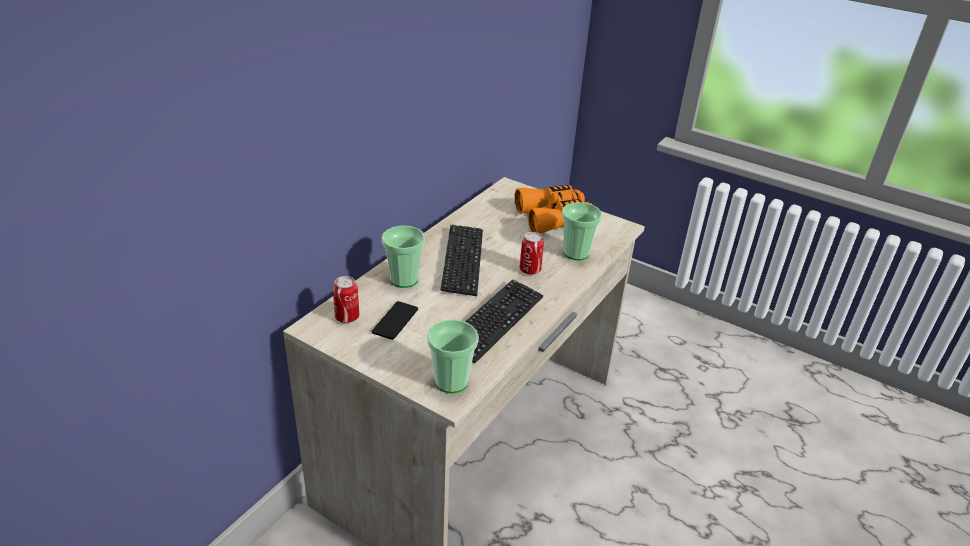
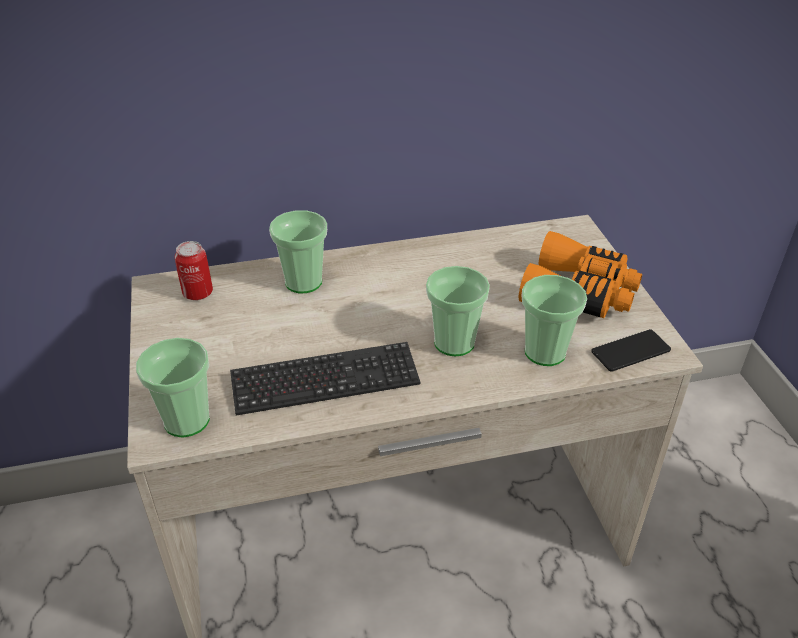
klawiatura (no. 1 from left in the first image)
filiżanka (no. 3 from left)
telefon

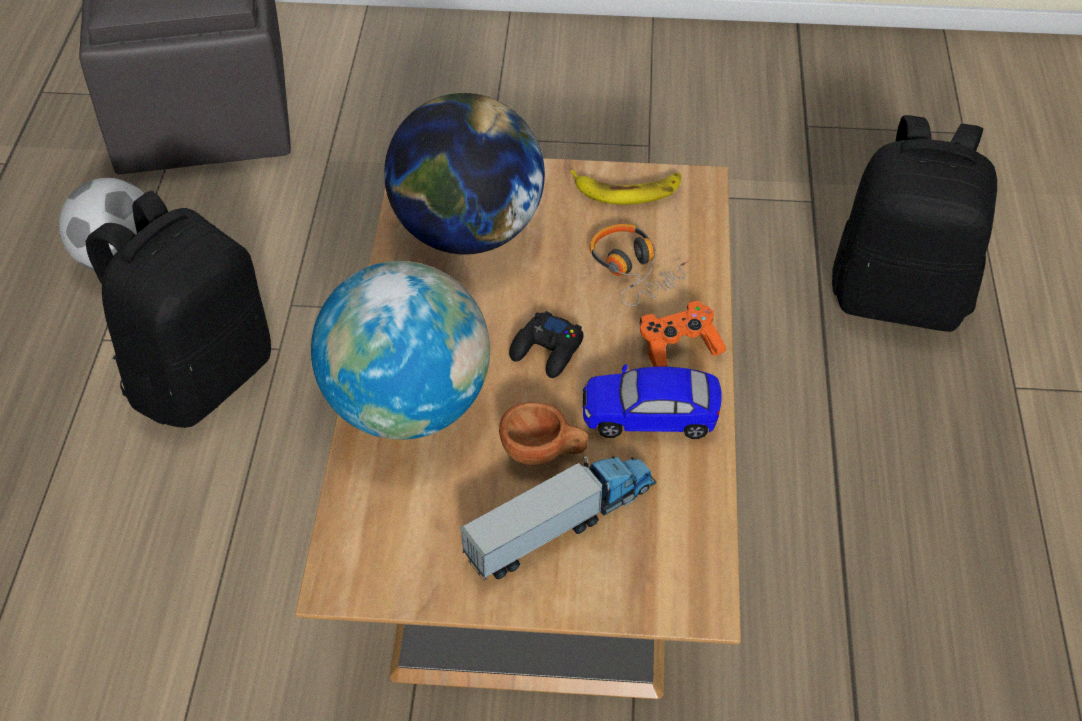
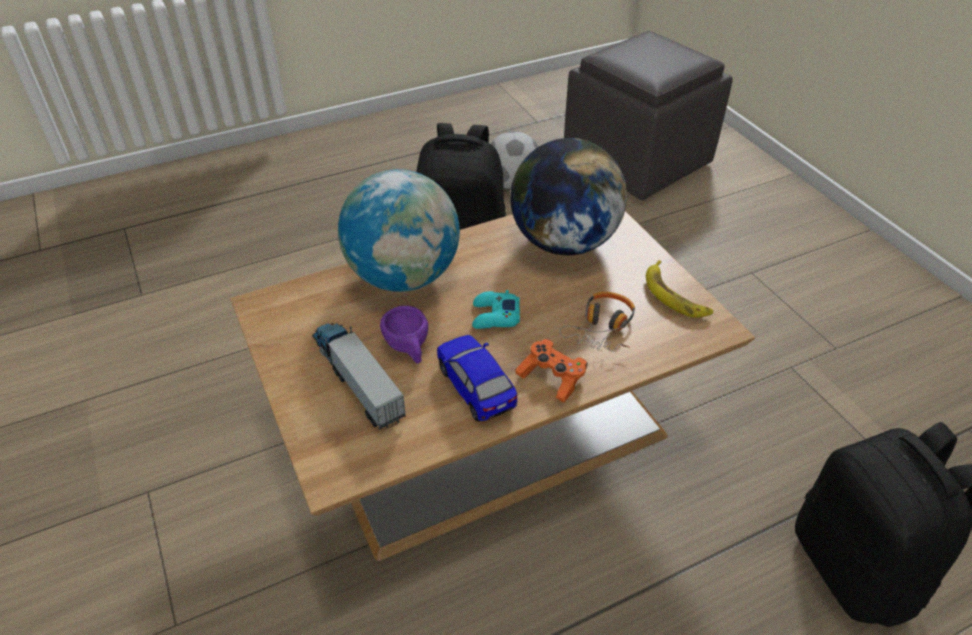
pad do gier/turkusowy
filiżanka/fioletowy
ciężarówka zabawkowa

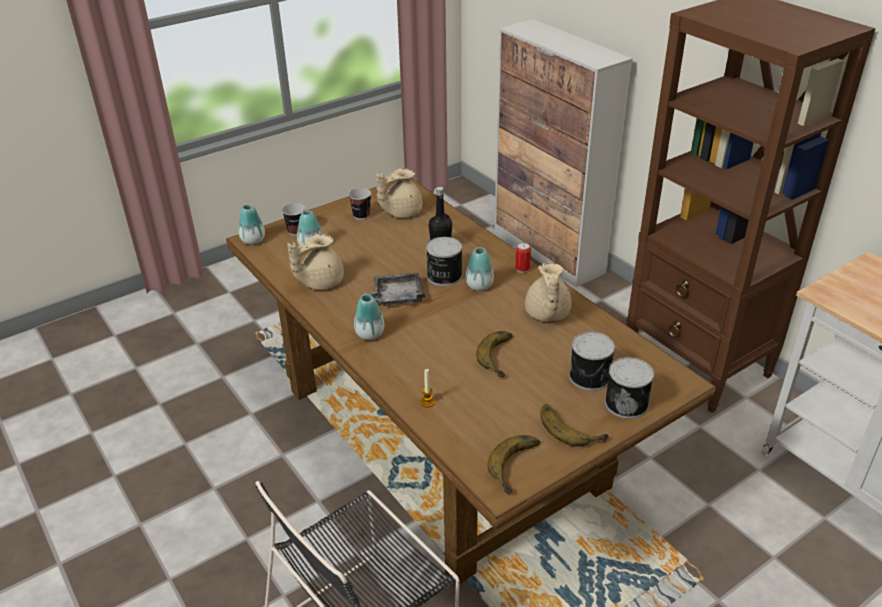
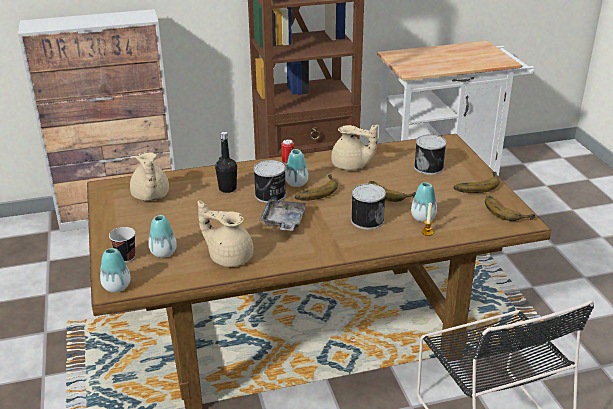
filiżanka (no. 2 from left in the first image)
imbryk/beżowy (no. 2 from left)
wazon (no. 4 from left)
puszka (no. 3 from left)
banan (no. 1 from left)

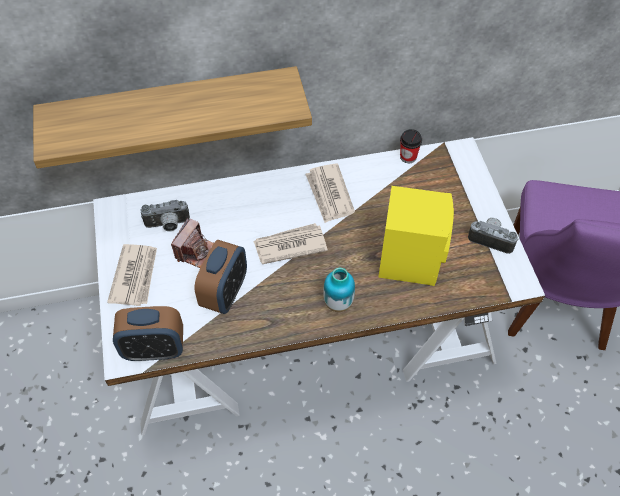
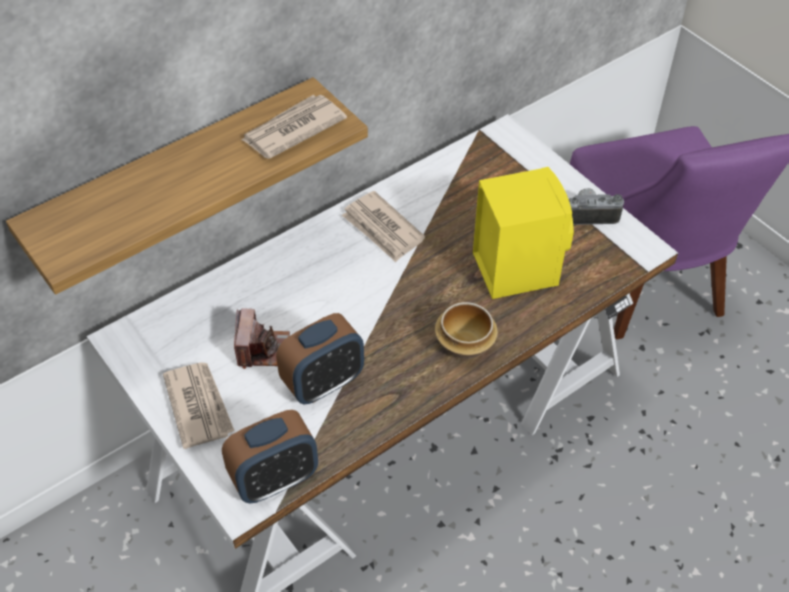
filiżanka
aparat fotograficzny (no. 1 from left in the first image)
gazeta (no. 2 from left)
budzik (no. 2 from left)
miska

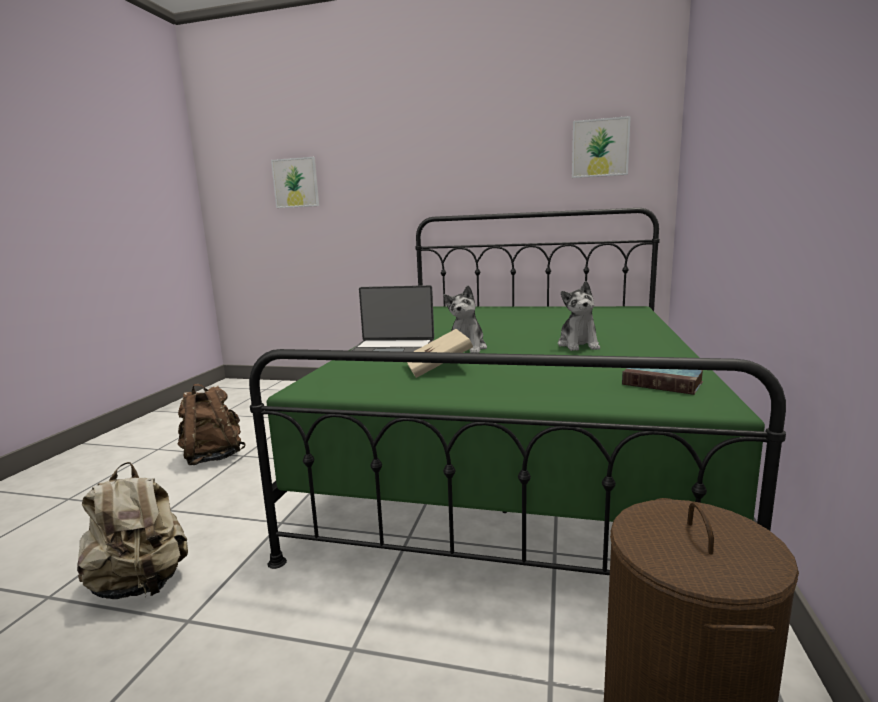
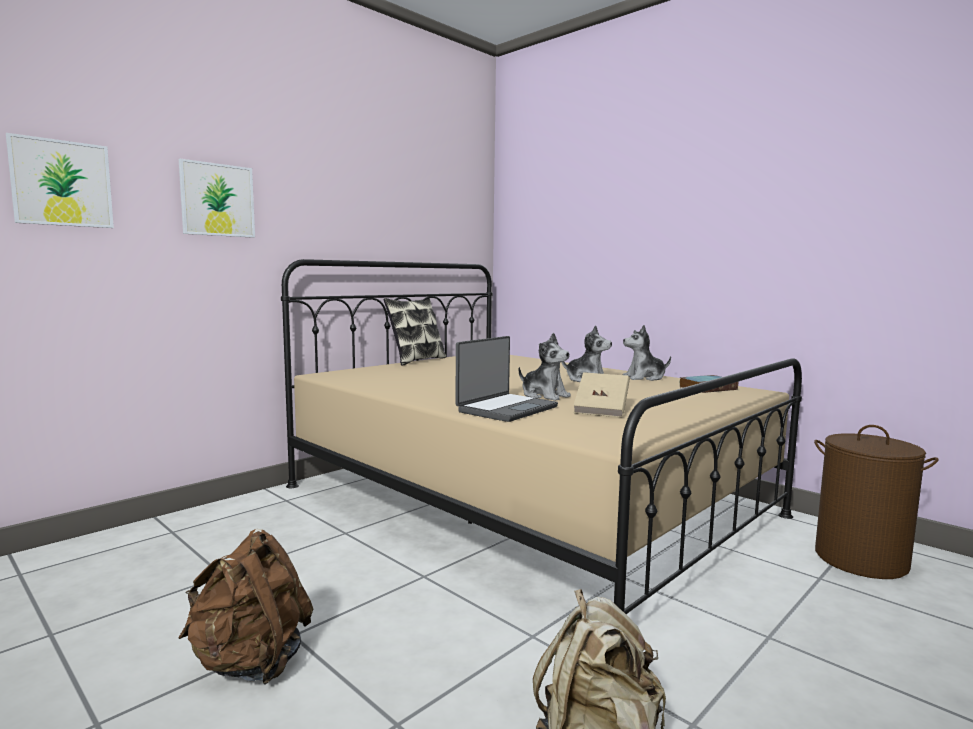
obraz (no. 2 from left)
łóżko/beżowy
poduszka
pluszak (no. 3 from left)

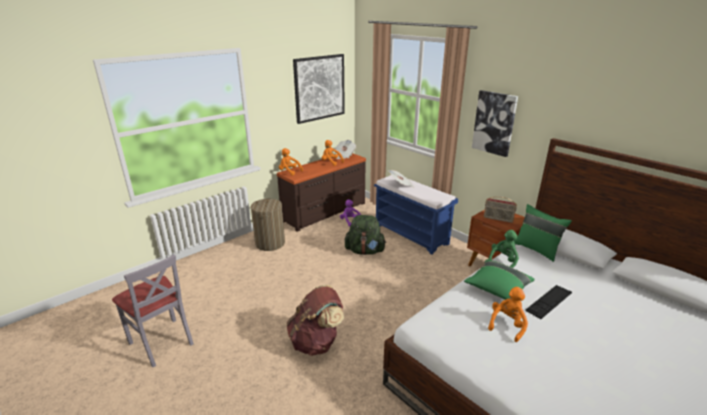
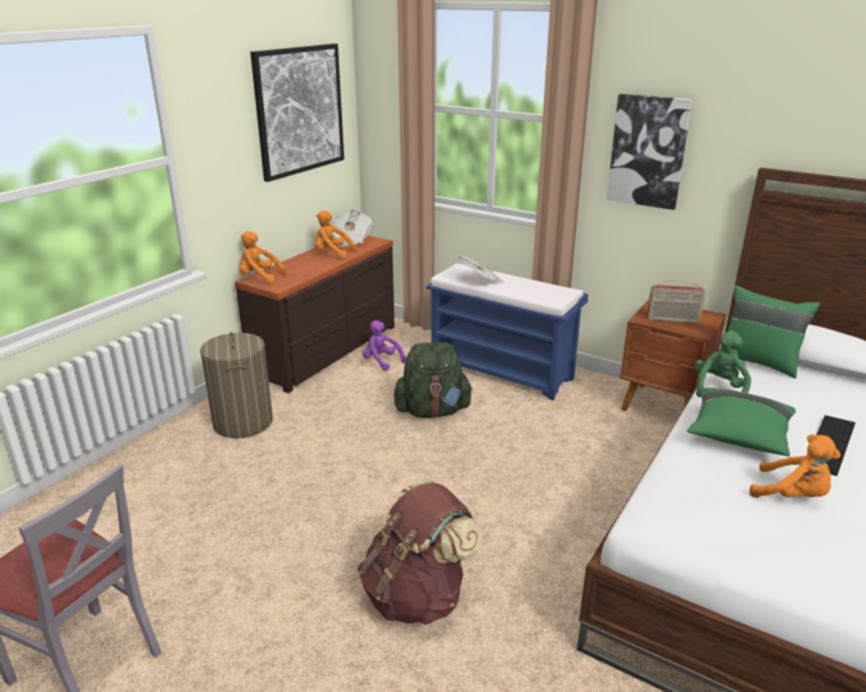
pluszak/pomarańczowy (no. 3 from left)

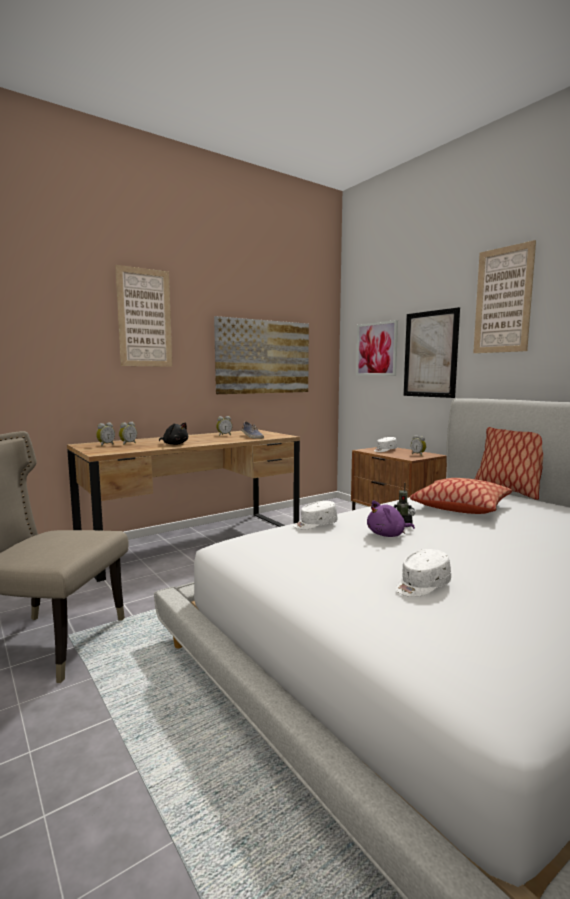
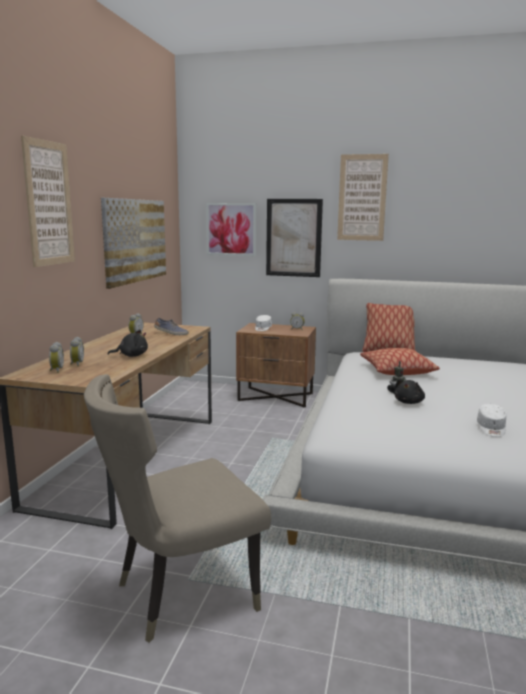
pluszak/czarny (no. 2 from left)
czapka z daszkiem/biały (no. 1 from left in the first image)

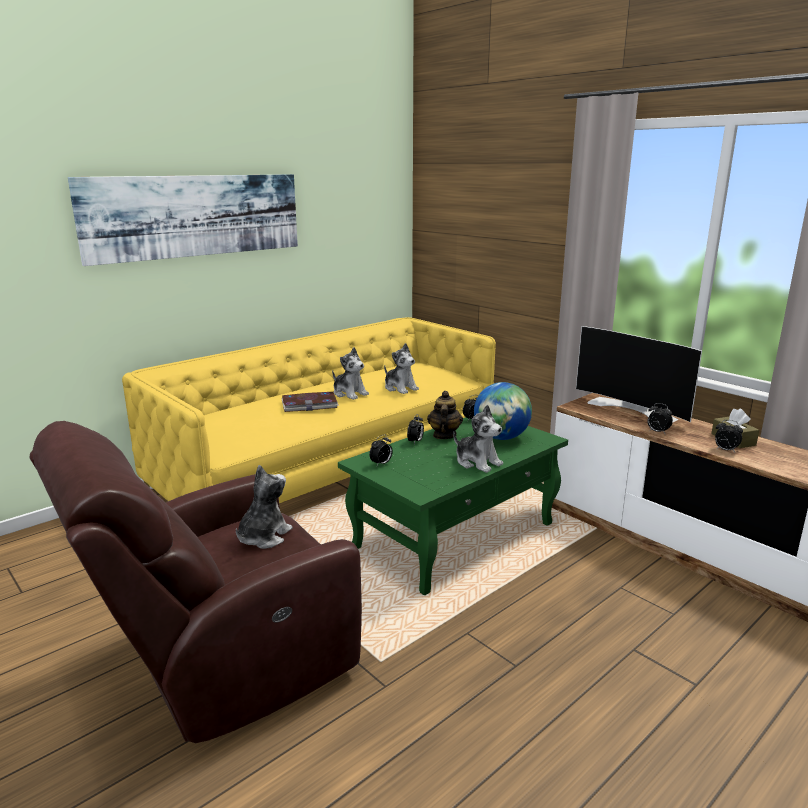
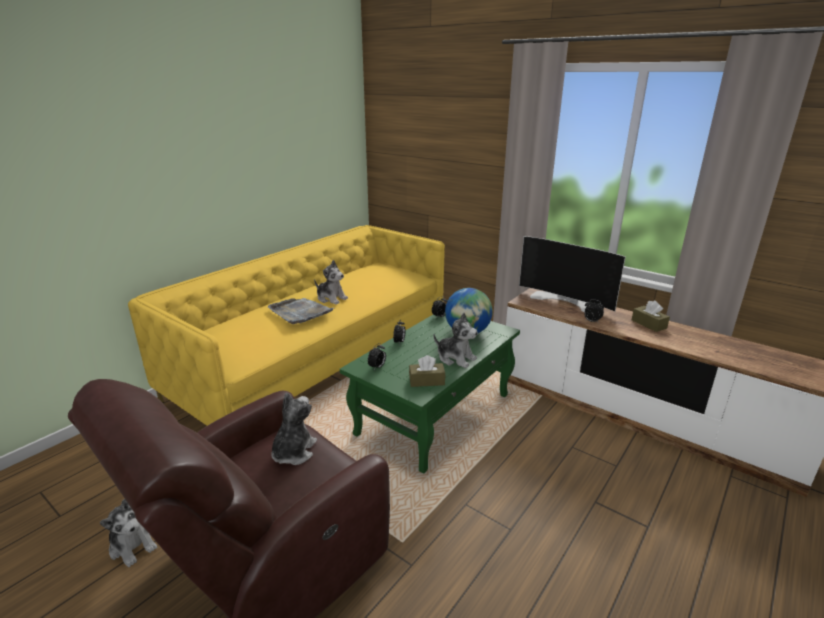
obraz
pluszak (no. 1 from left)
imbryk
taca/szary
budzik (no. 5 from left in the first image)
pudełko chusteczek/brązowy (no. 1 from left)

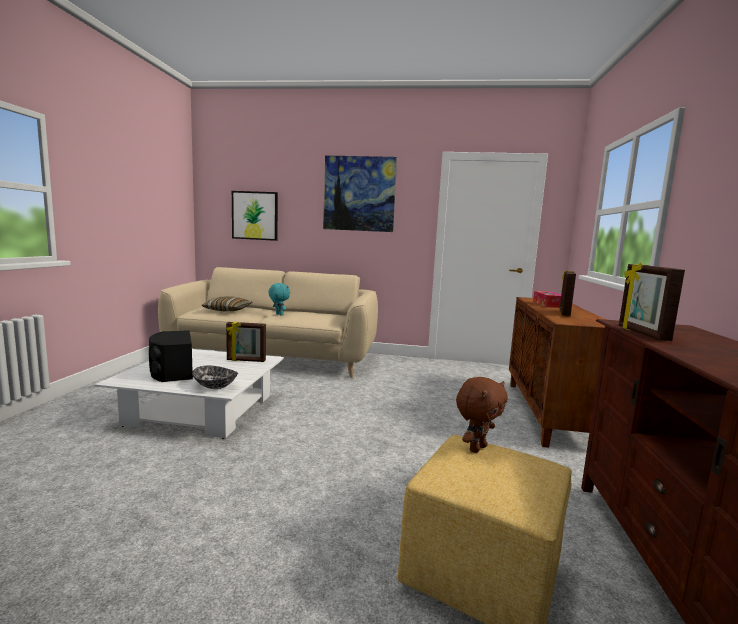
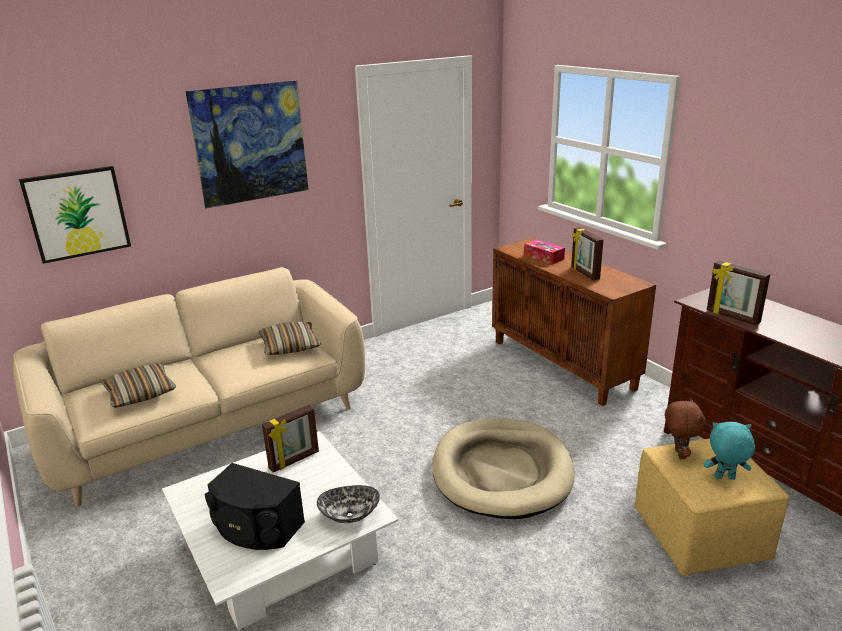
pluszak/turkusowy
poduszka (no. 2 from left)
legowisko/beżowy

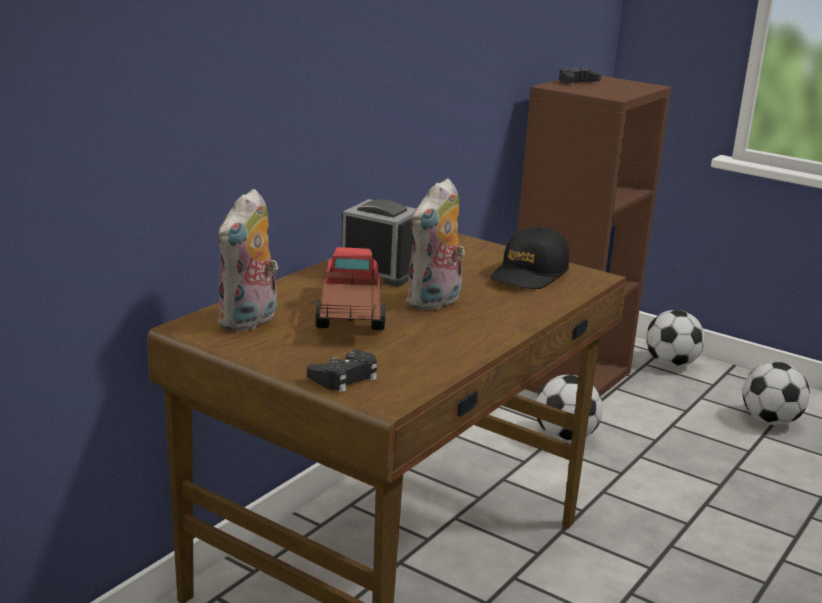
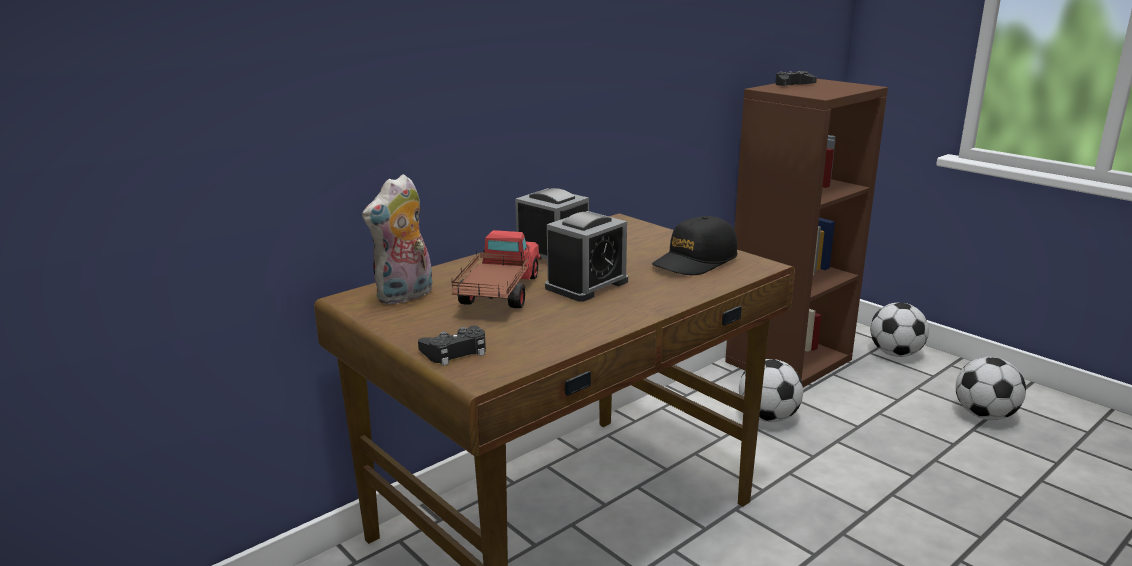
budzik (no. 2 from left)

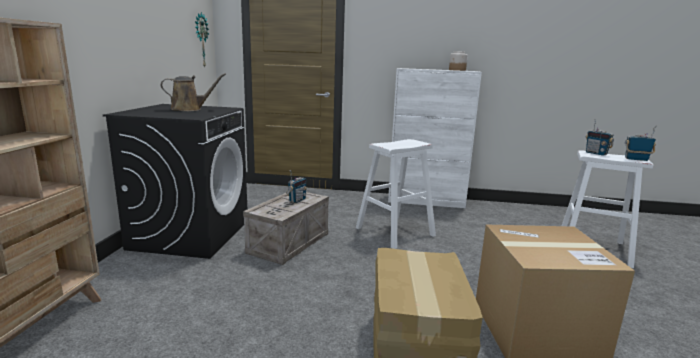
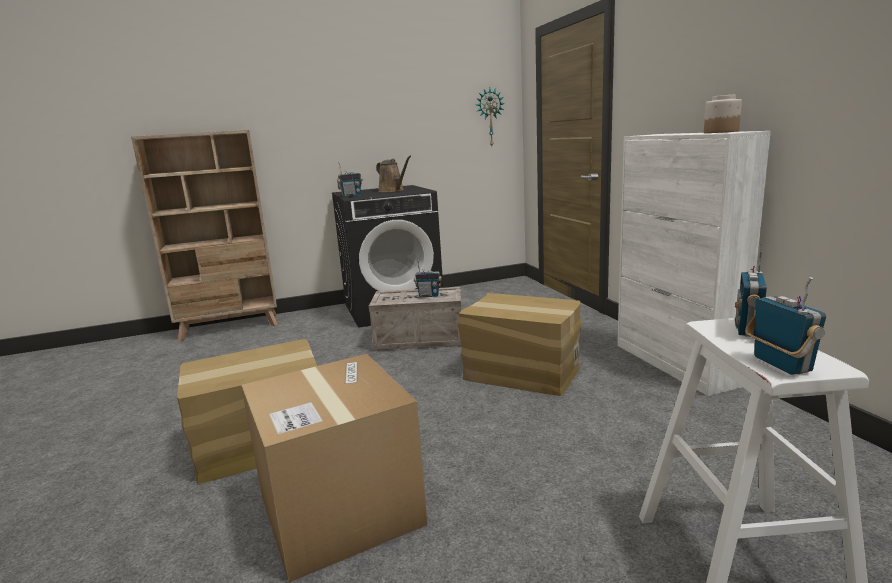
karton (no. 3 from left)
radio (no. 1 from left)

